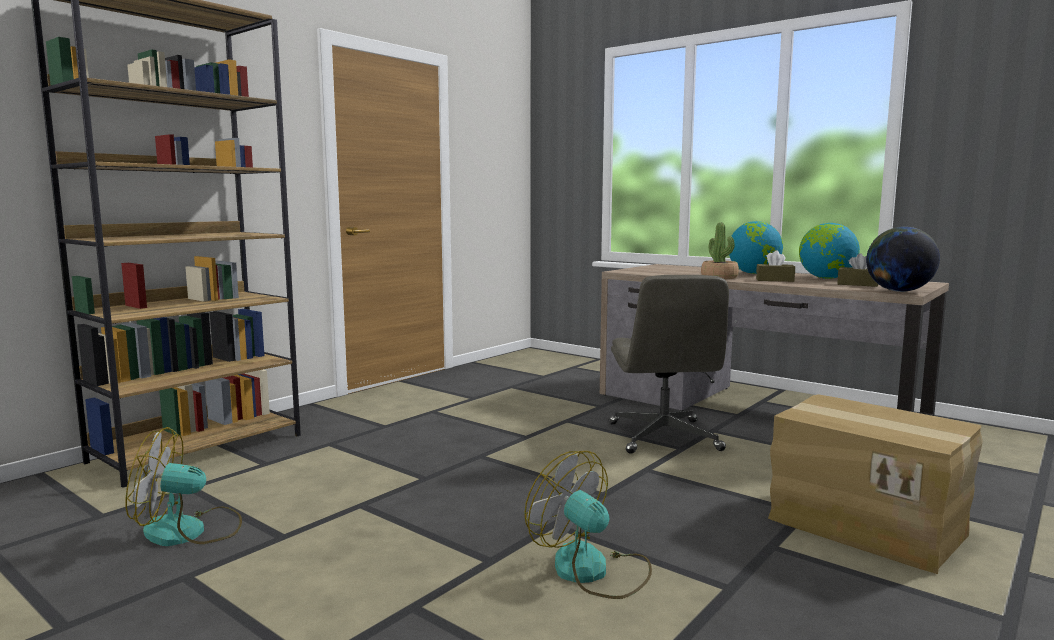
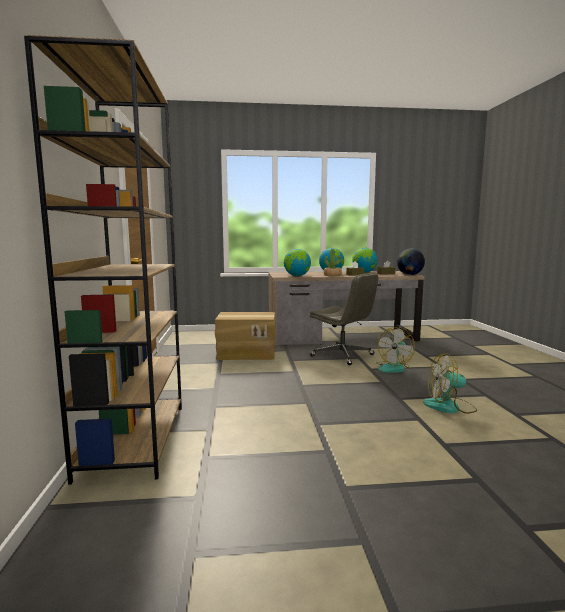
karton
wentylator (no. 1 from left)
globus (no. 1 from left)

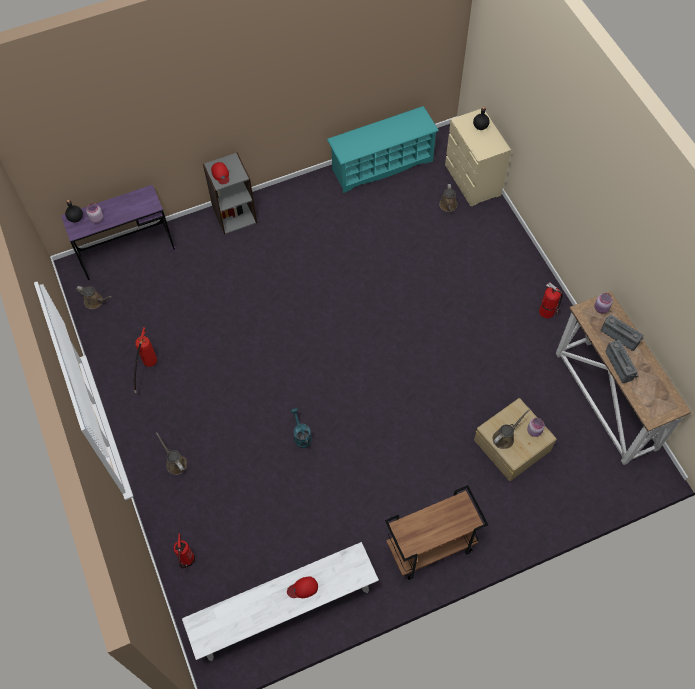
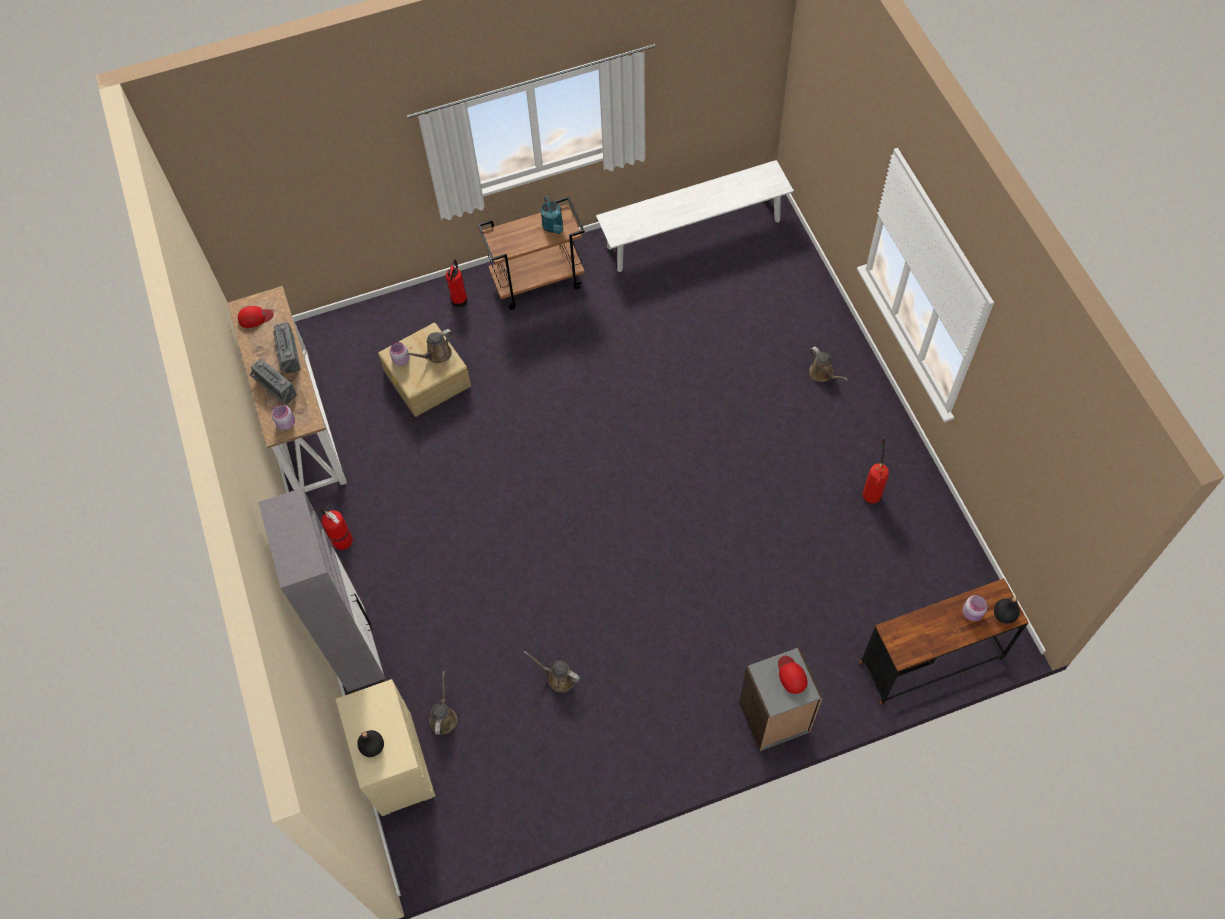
regał na buty/turkusowy
biurko/brązowy
konewka/brązowy (no. 3 from left)
konewka/turkusowy
gaśnica (no. 2 from left)
czapka z daszkiem/czerwony (no. 1 from left)
szafka/szary

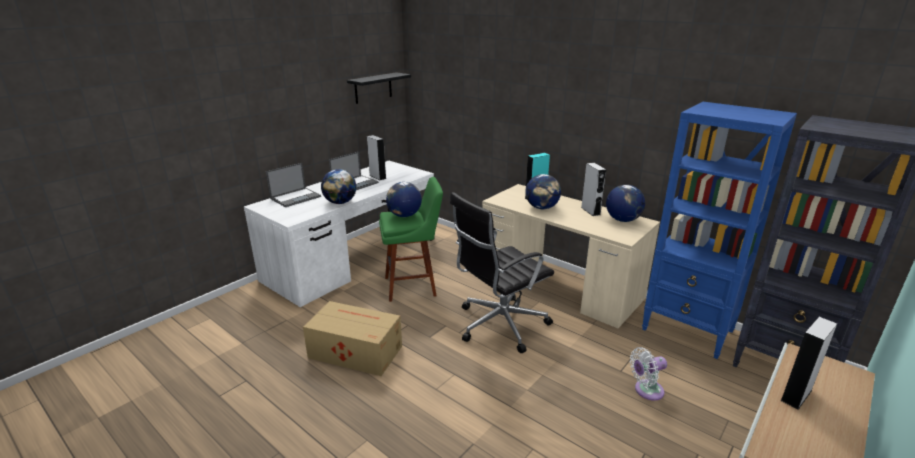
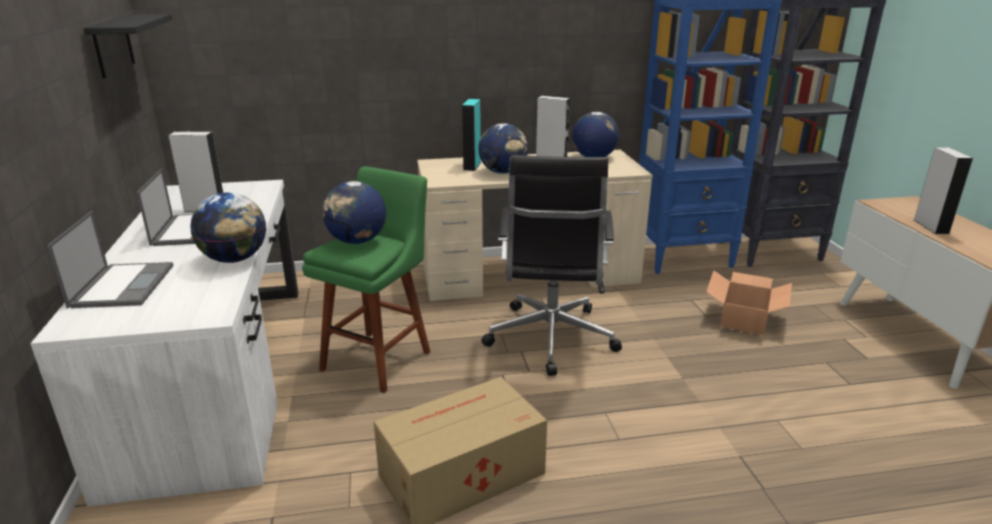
karton (no. 2 from left)

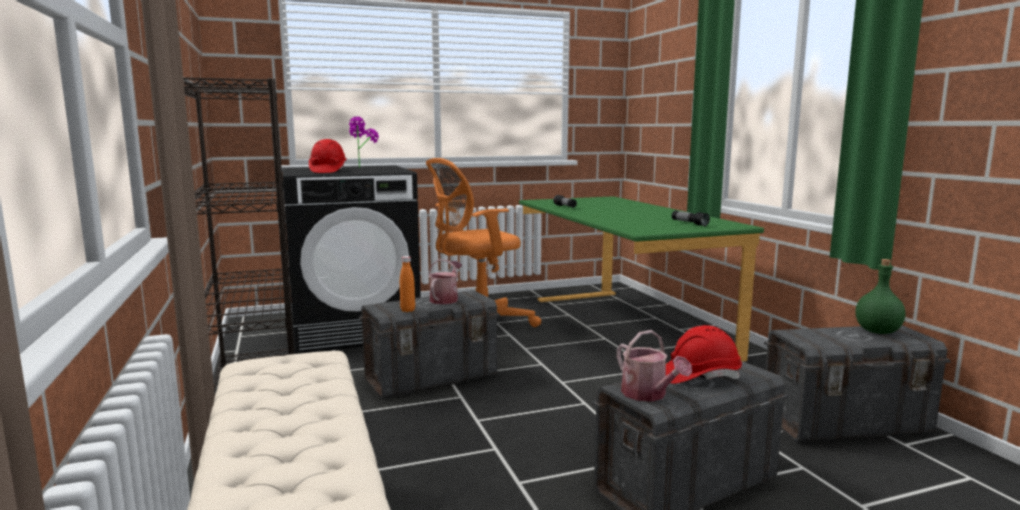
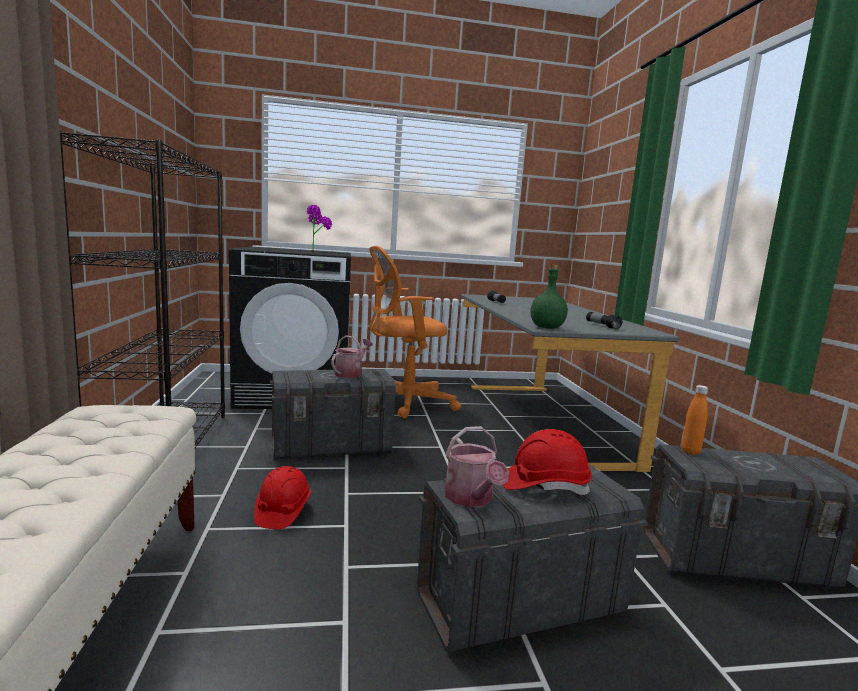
kask/czerwony (no. 1 from left)
biurko/szary
butelka/pomarańczowy
butelka/zielony

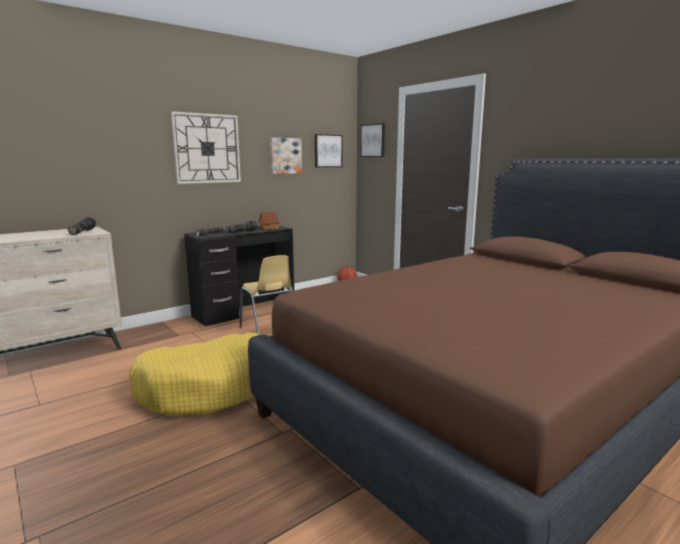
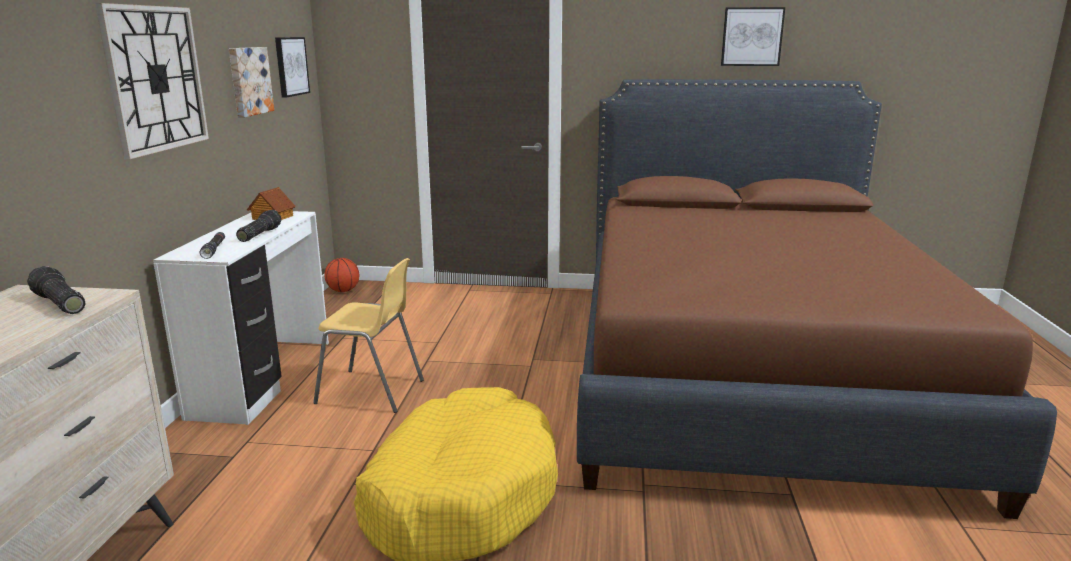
obraz (no. 3 from left)
biurko/biały

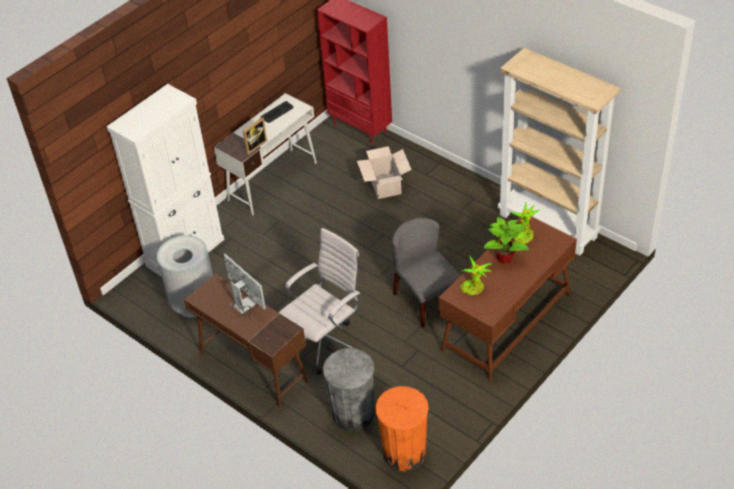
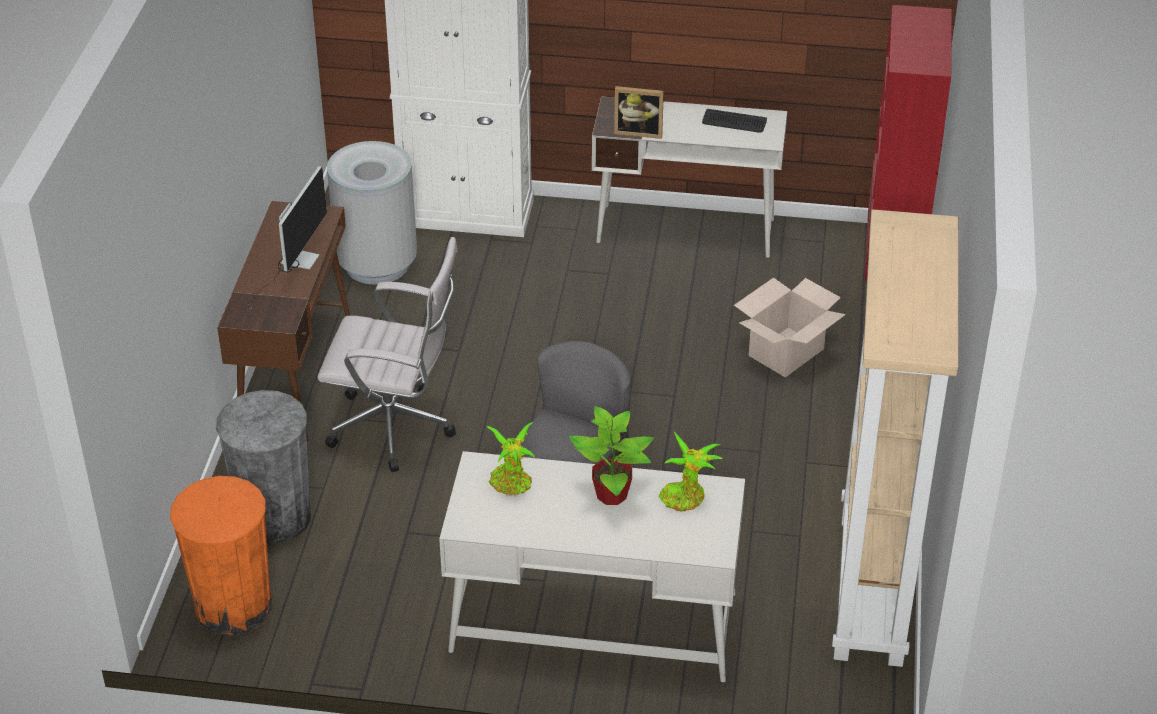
biurko/biały (no. 1 from left)

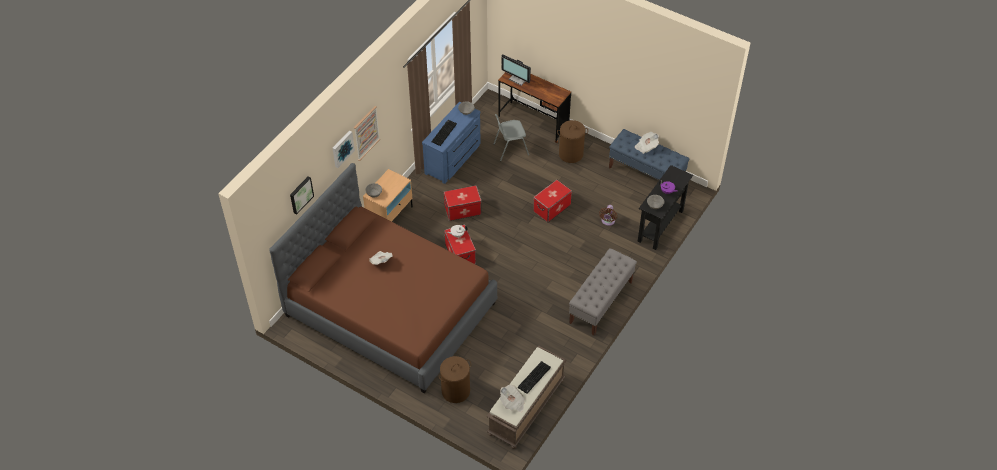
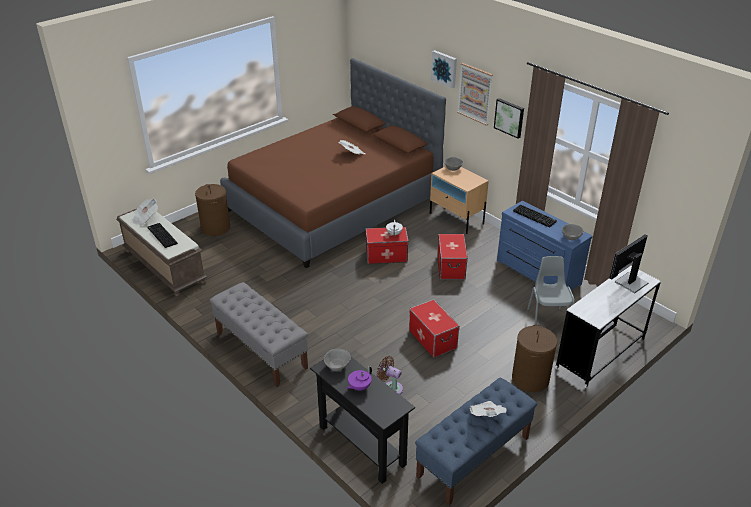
biurko/biały
obraz (no. 3 from left)

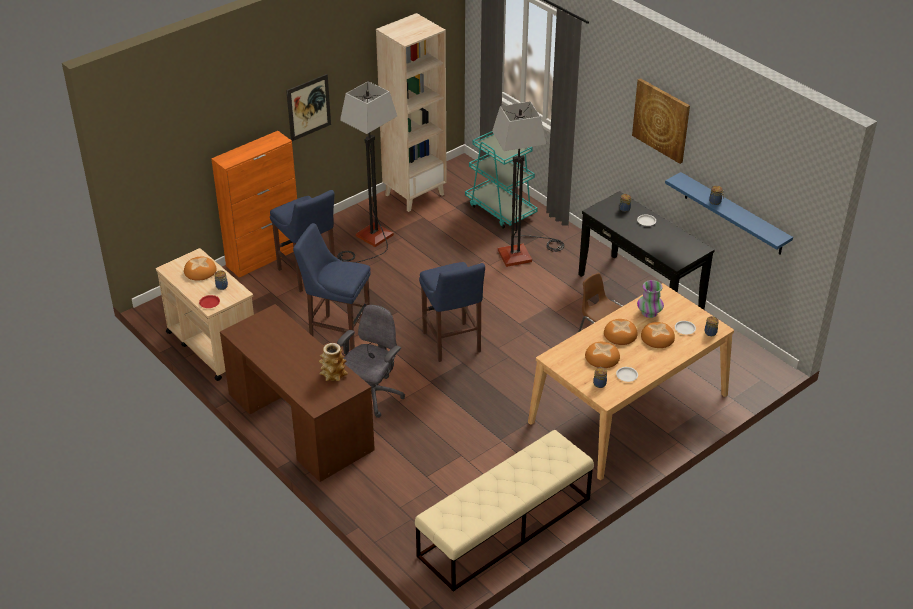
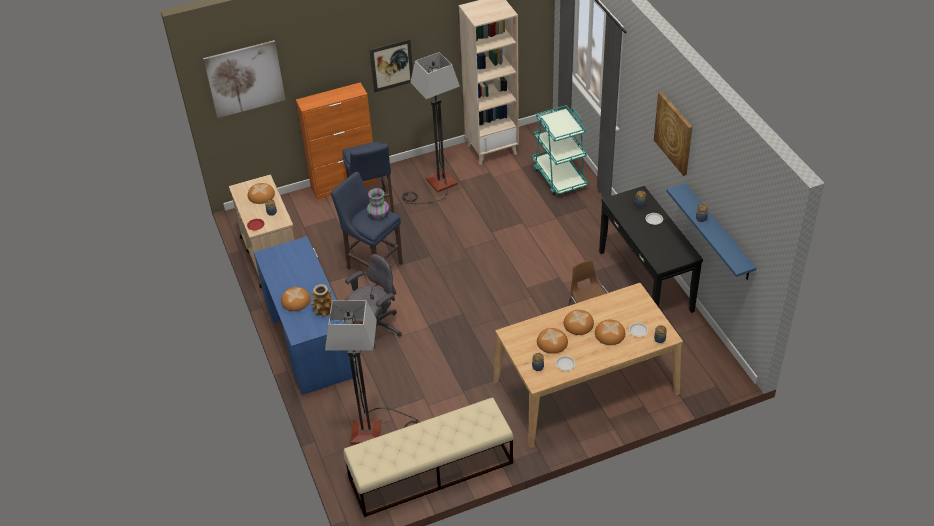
lampa stojąca (no. 1 from left)
stołek/niebieski (no. 3 from left in the first image)
wazon (no. 2 from left)
biurko/niebieski
obraz (no. 1 from left)
chleb (no. 2 from left)

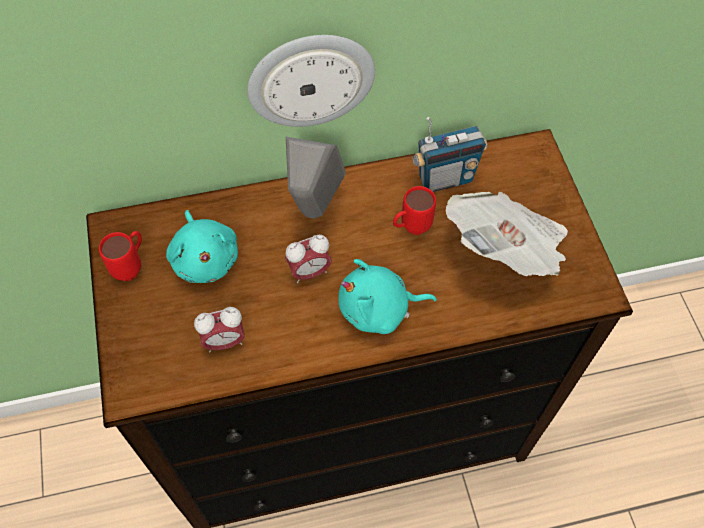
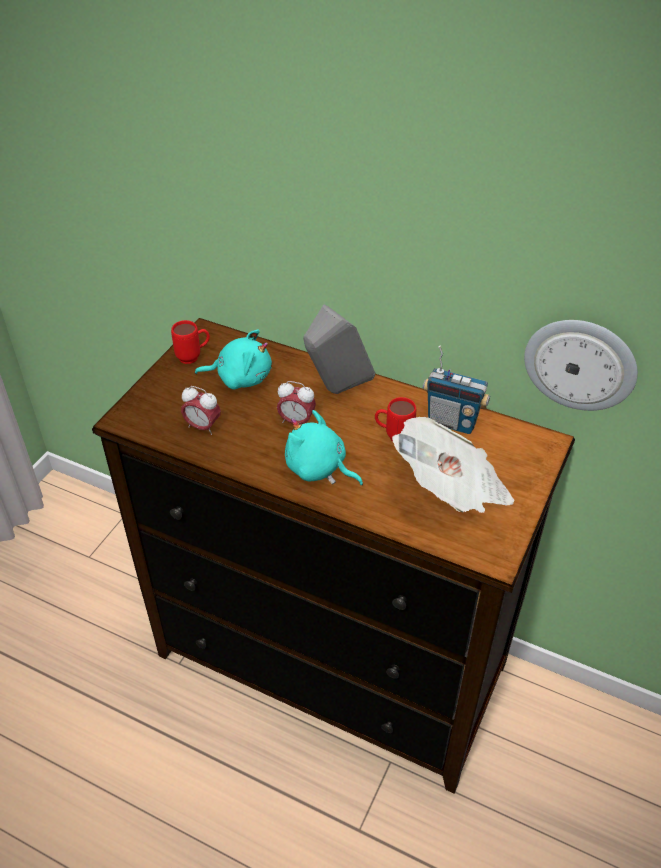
zegar ścienny
pluszak/turkusowy (no. 1 from left)

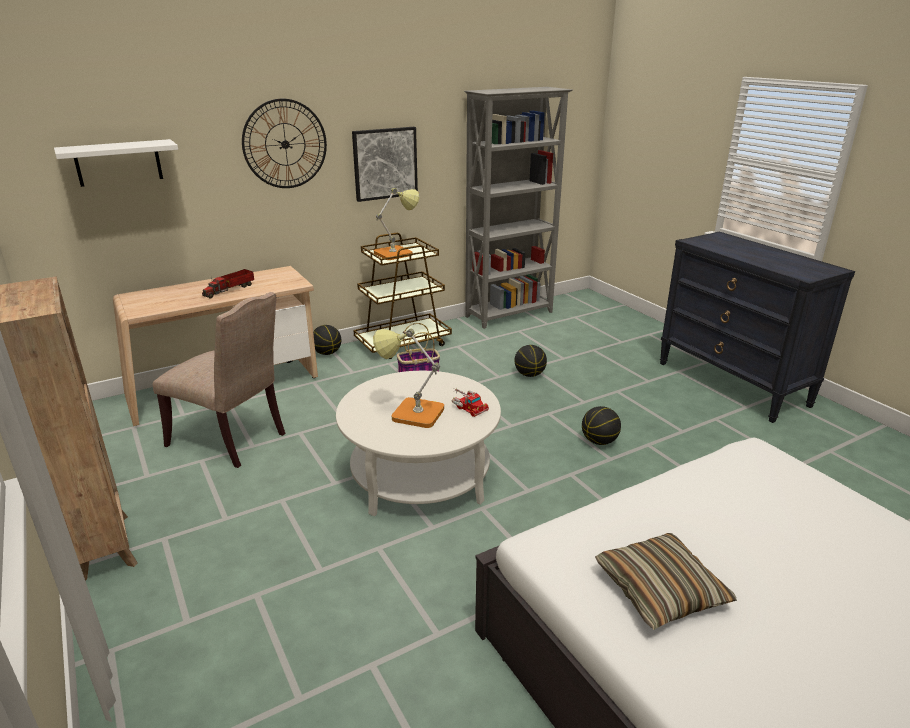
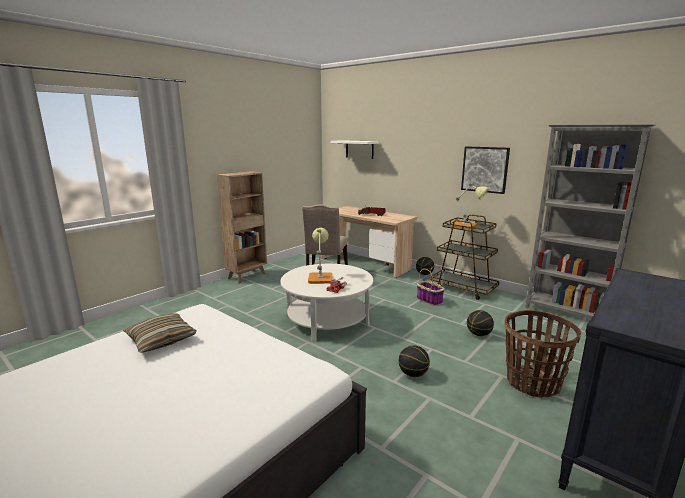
zegar ścienny
koszyk (no. 2 from left)

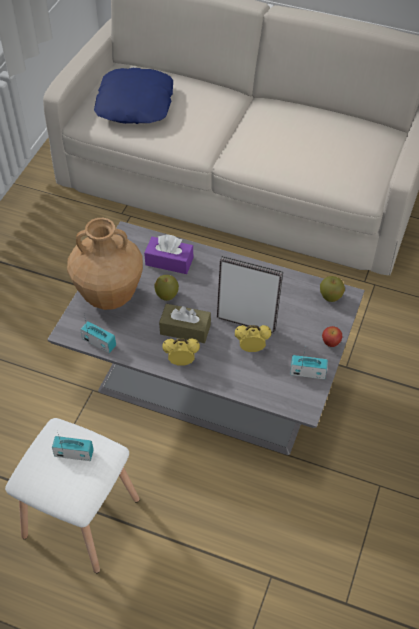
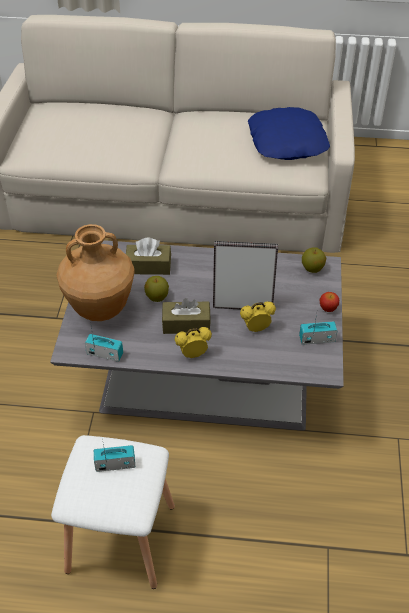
poduszka/niebieski
pudełko chusteczek/brązowy (no. 1 from left)

